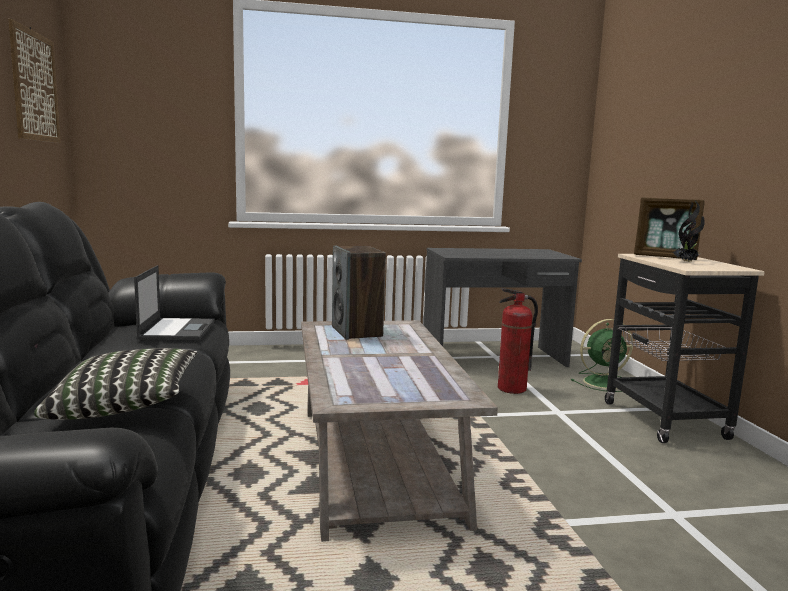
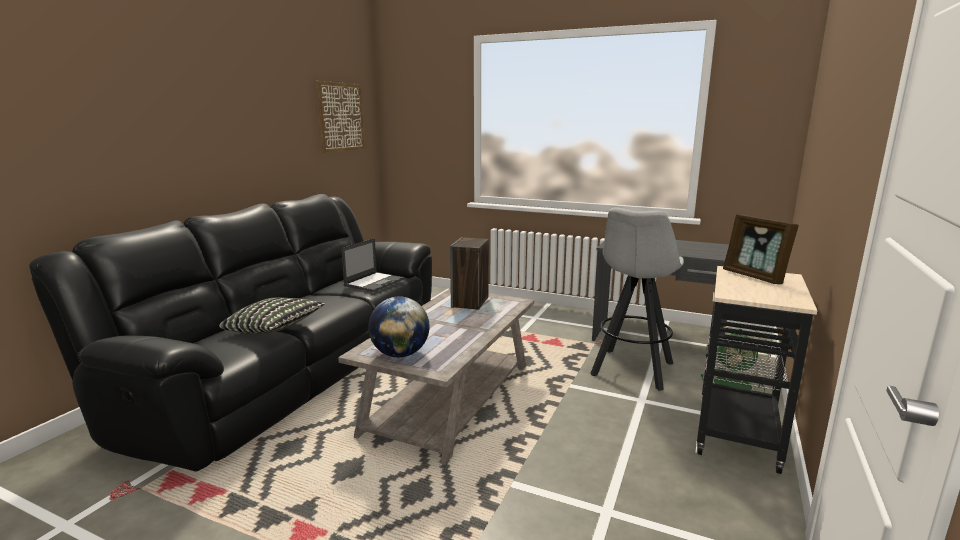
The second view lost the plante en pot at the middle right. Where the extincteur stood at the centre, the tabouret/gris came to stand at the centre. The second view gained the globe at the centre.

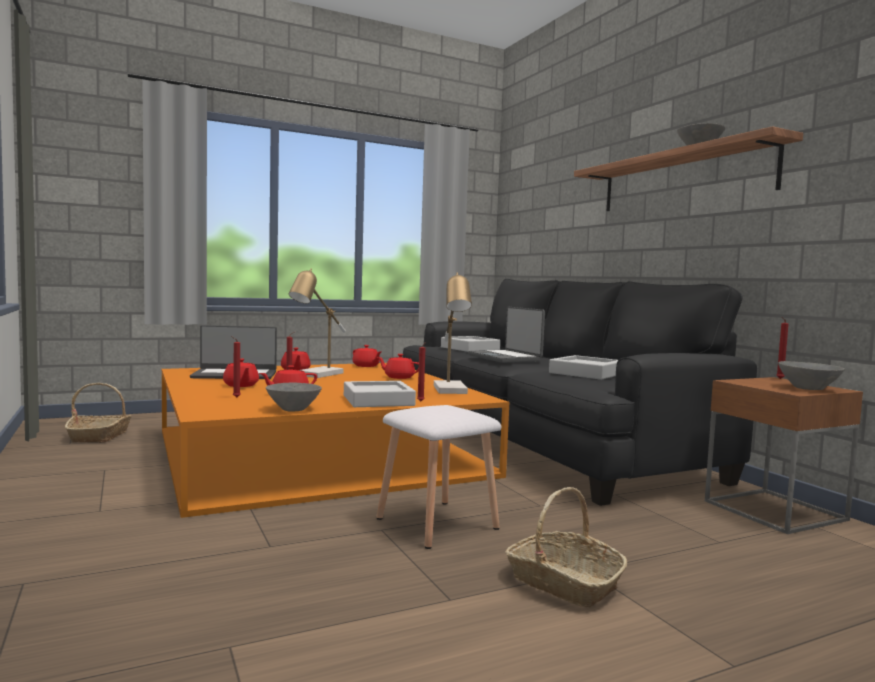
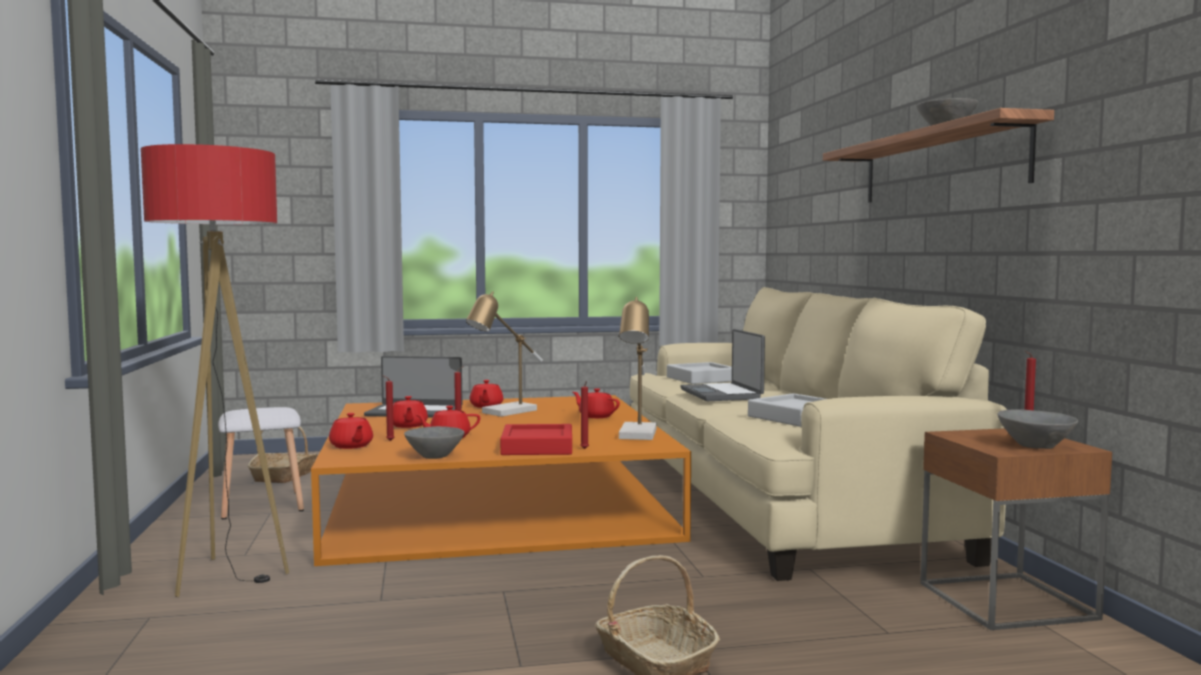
What was the canapé/noir at the centre turned into the canapé/beige at the middle right. The théière/rouge (no. 4 from left in the first image) ended up elsewhere, having gone from the centre to the middle left. What was the plateau/gris (no. 1 from left) at the centre turned into the plateau/rouge at the centre. The tabouret/blanc ended up elsewhere, having gone from the bottom centre to the bottom left. The second view gained the lampadaire at the middle left.

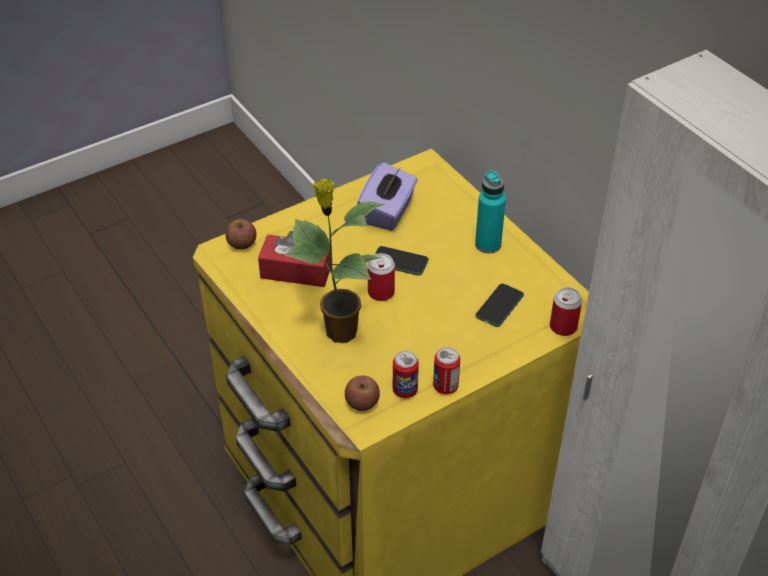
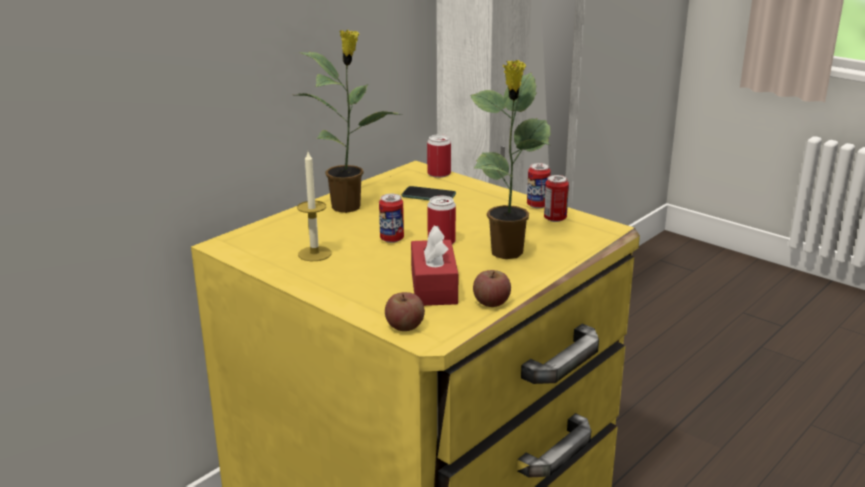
Where the boîte à mouchoirs/violet stood at the centre, the bougie came to stand at the centre. Where the bouteille/turquoise stood at the centre, the plante en pot (no. 1 from left) came to stand at the top centre. Where the téléphone (no. 1 from left) stood at the centre, the boîte métallique (no. 1 from left) came to stand at the centre. The pomme (no. 2 from left) ended up elsewhere, having gone from the bottom centre to the centre.

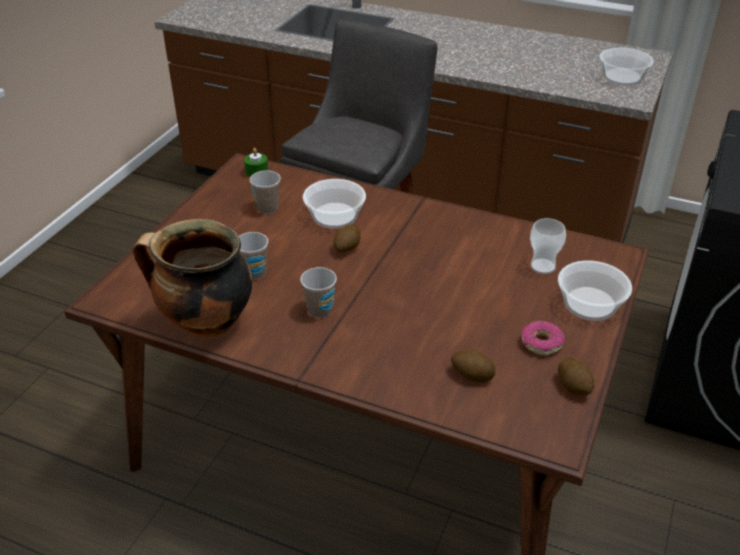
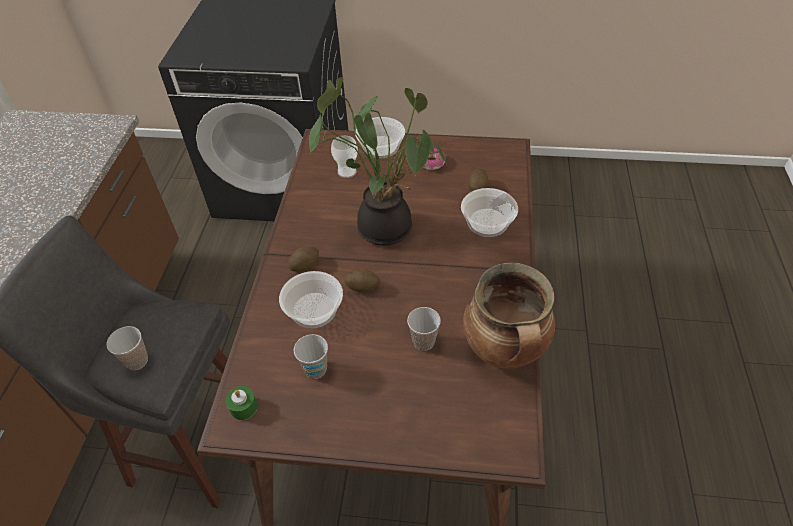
The bol (no. 3 from left) ended up elsewhere, having gone from the top right to the centre. The tasse (no. 3 from left in the first image) ended up elsewhere, having gone from the centre to the middle left. The pomme de terre (no. 3 from left in the first image) ended up elsewhere, having gone from the bottom right to the centre. The second view gained the plante en pot at the top centre.

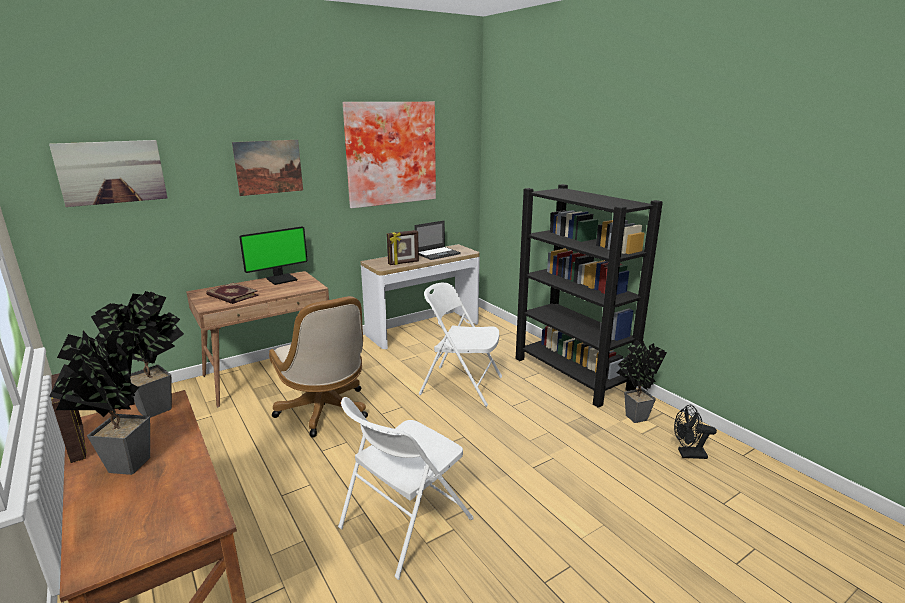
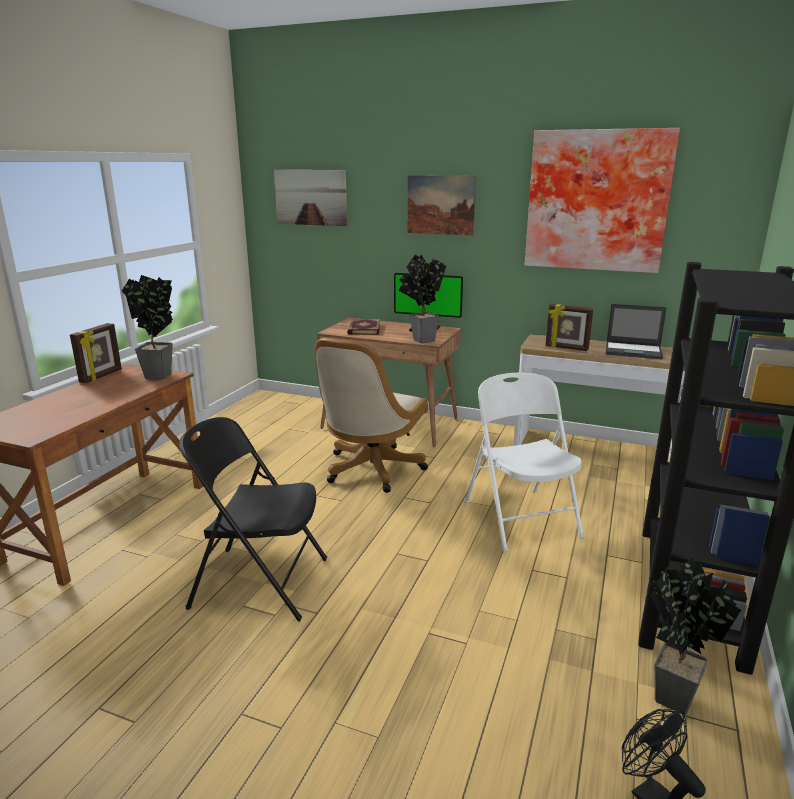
The plante en pot (no. 1 from left in the first image) ended up elsewhere, having gone from the middle left to the centre. What was the chaise/blanc (no. 1 from left) at the bottom centre turned into the chaise/noir at the middle left.

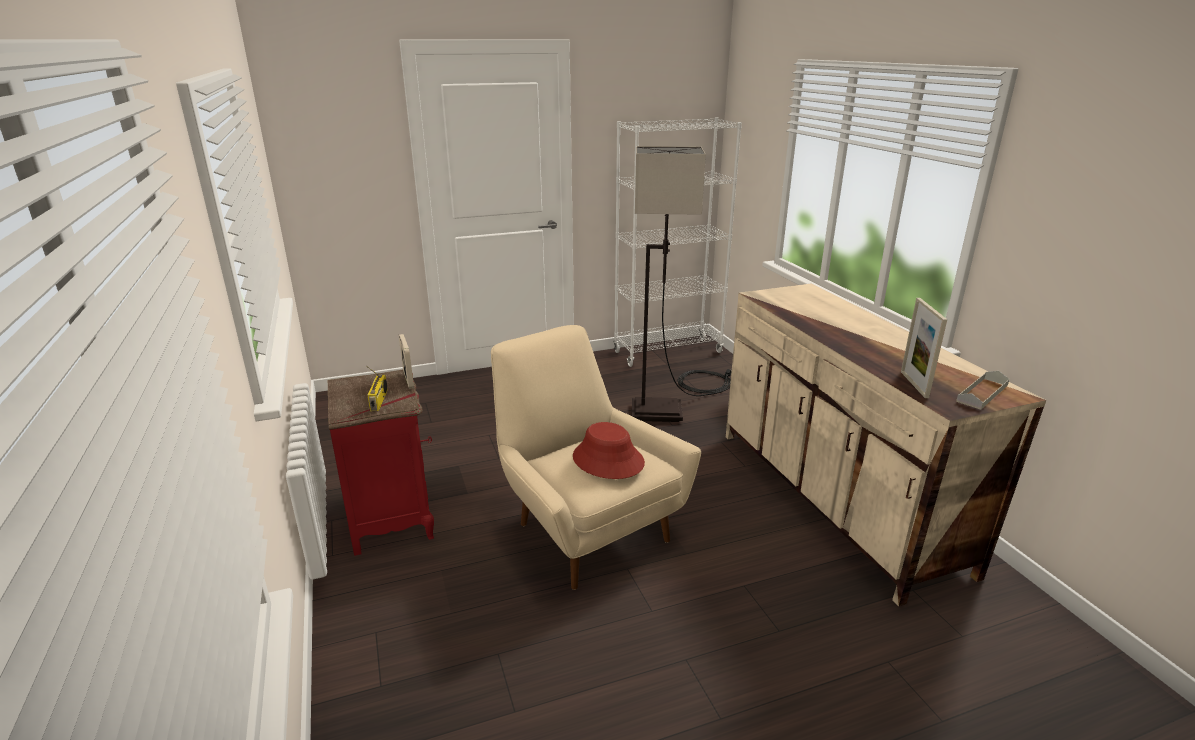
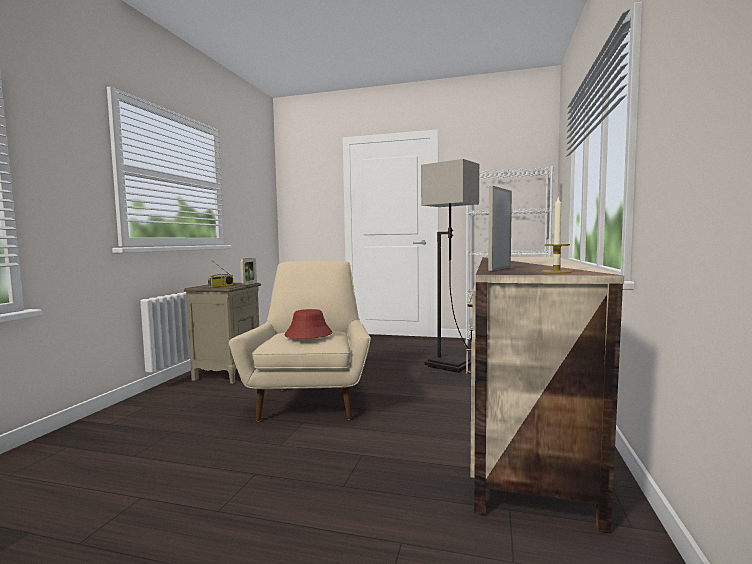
What was the table de chevet/rouge at the middle left turned into the table de chevet/beige at the middle left. Where the plateau/gris stood at the middle right, the bougie came to stand at the middle right.

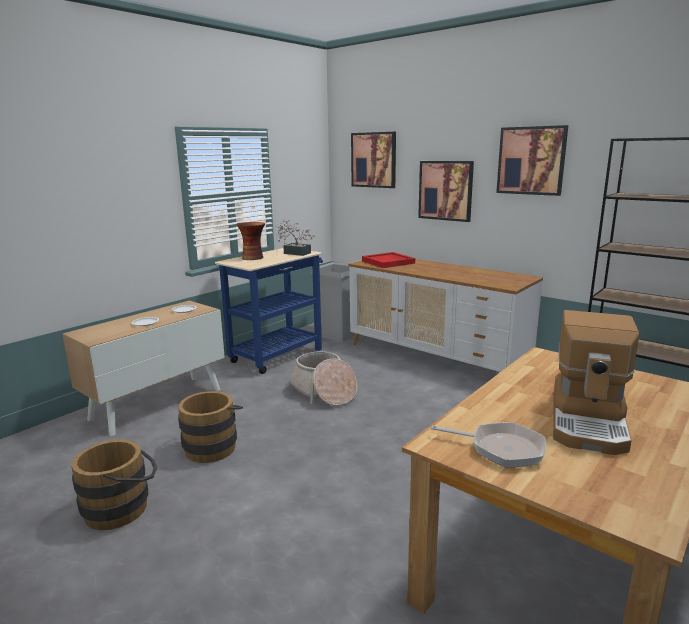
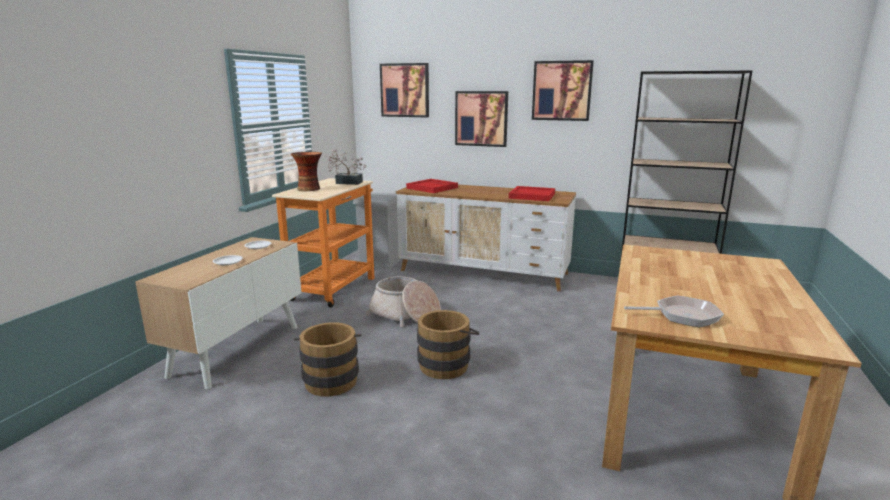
What was the chariot/bleu at the centre turned into the chariot/orange at the centre. The second view lost the machine à café at the middle right. The seau/marron (no. 1 from left in the first image) ended up elsewhere, having gone from the bottom left to the bottom centre. The second view gained the plateau/rouge (no. 2 from left) at the centre.

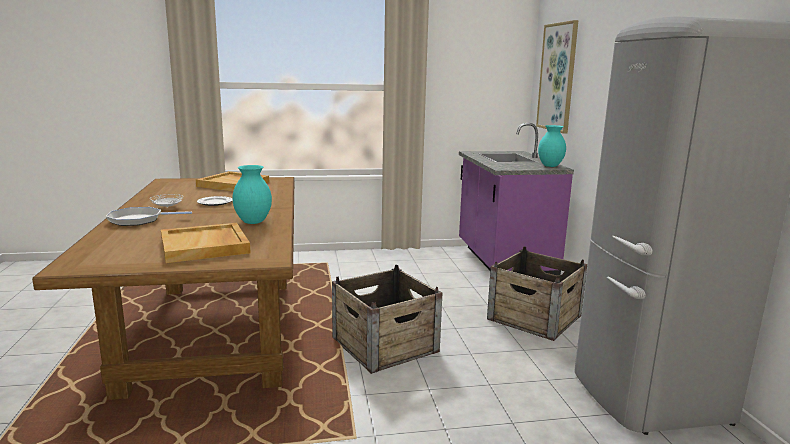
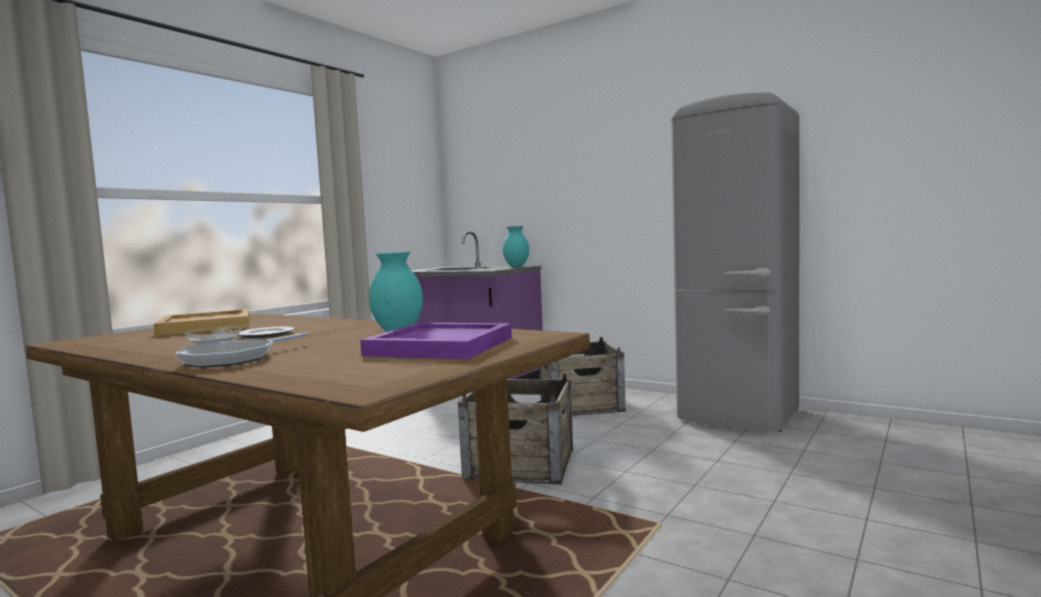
The second view lost the tableau at the top right. What was the plateau/beige (no. 1 from left) at the middle left turned into the plateau/violet at the centre.

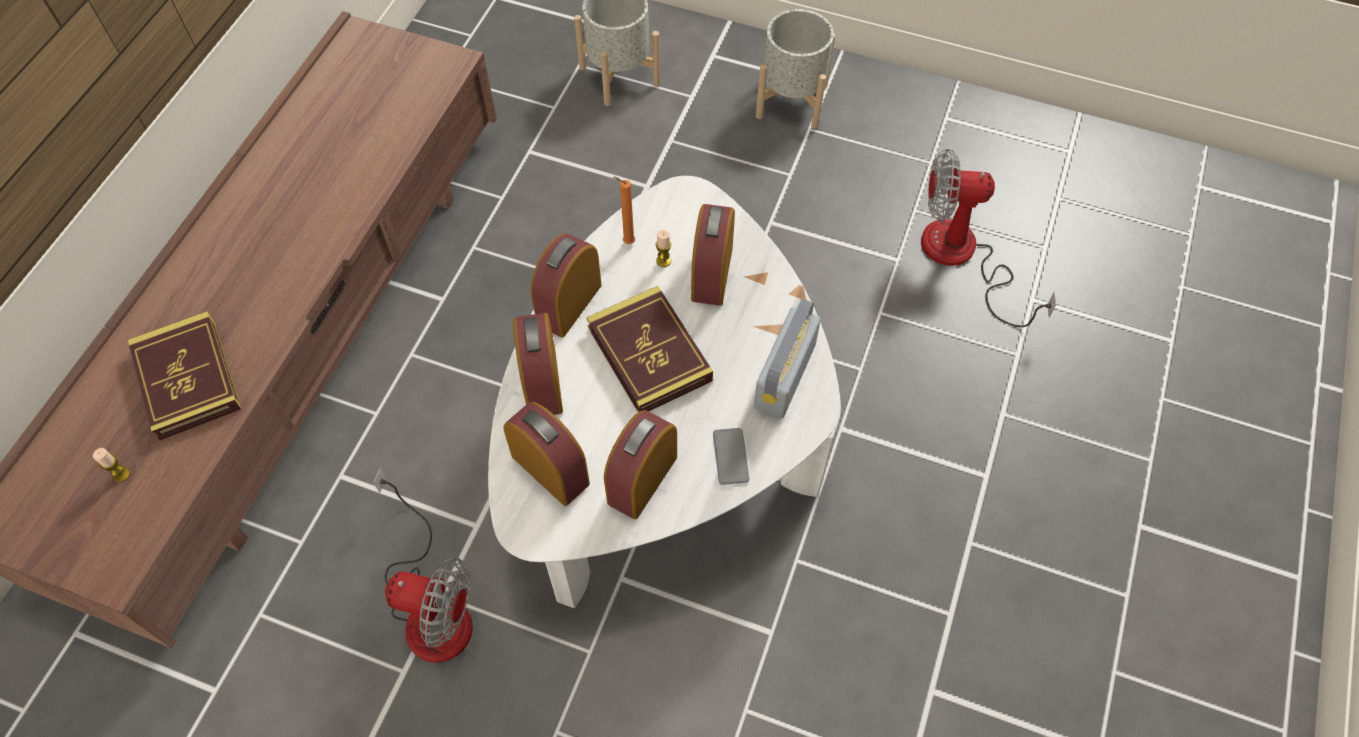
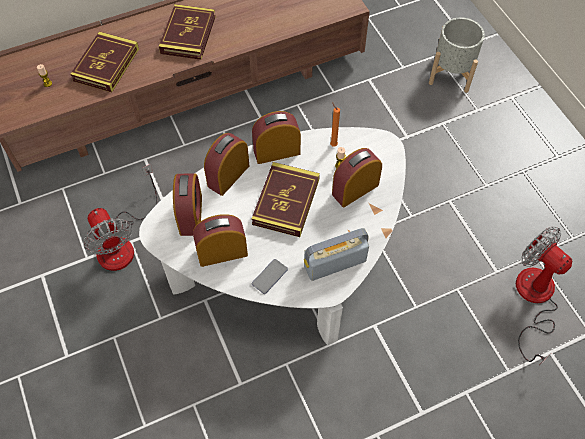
The second view lost the cache-pot/gris (no. 2 from left) at the top centre. The second view gained the livre (no. 2 from left) at the top left.

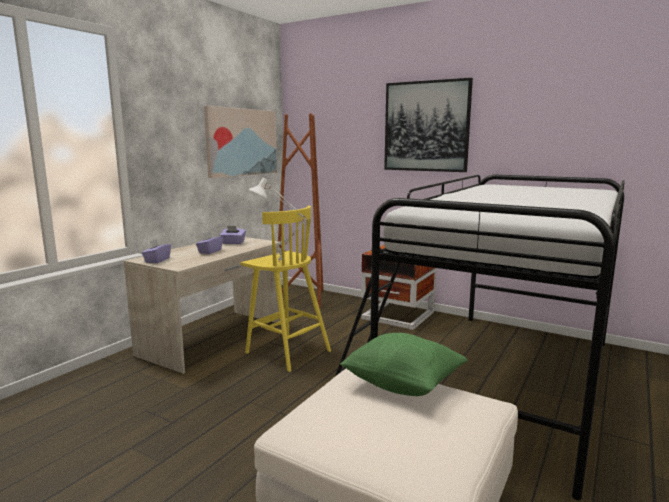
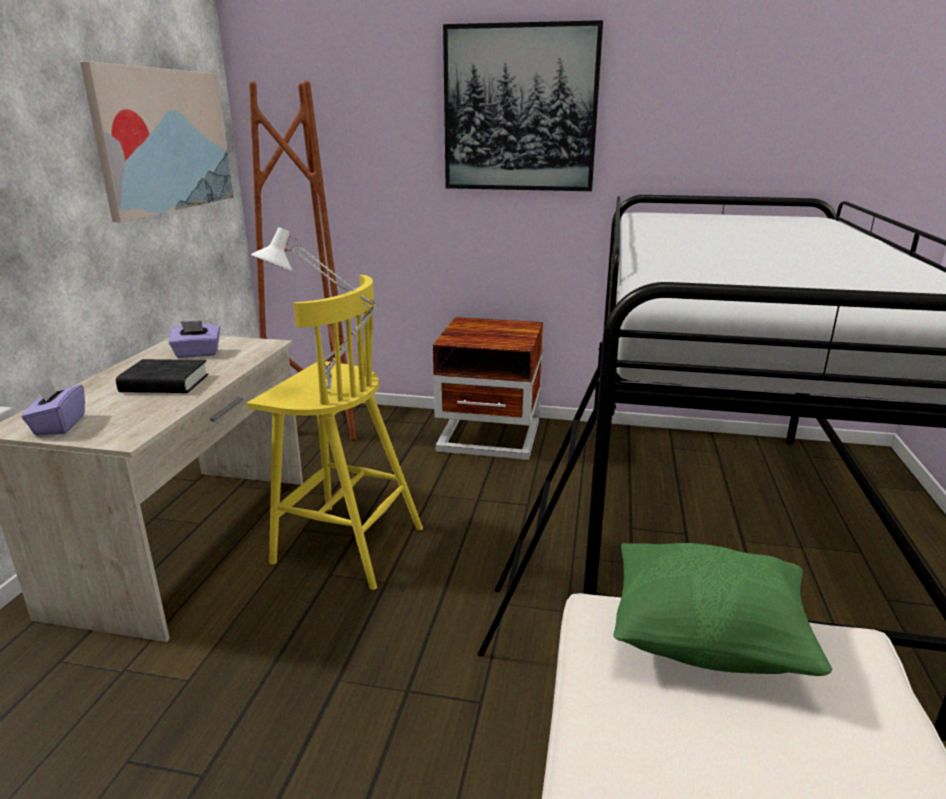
Where the boîte à mouchoirs/violet (no. 2 from left) stood at the middle left, the livre/noir came to stand at the middle left.

